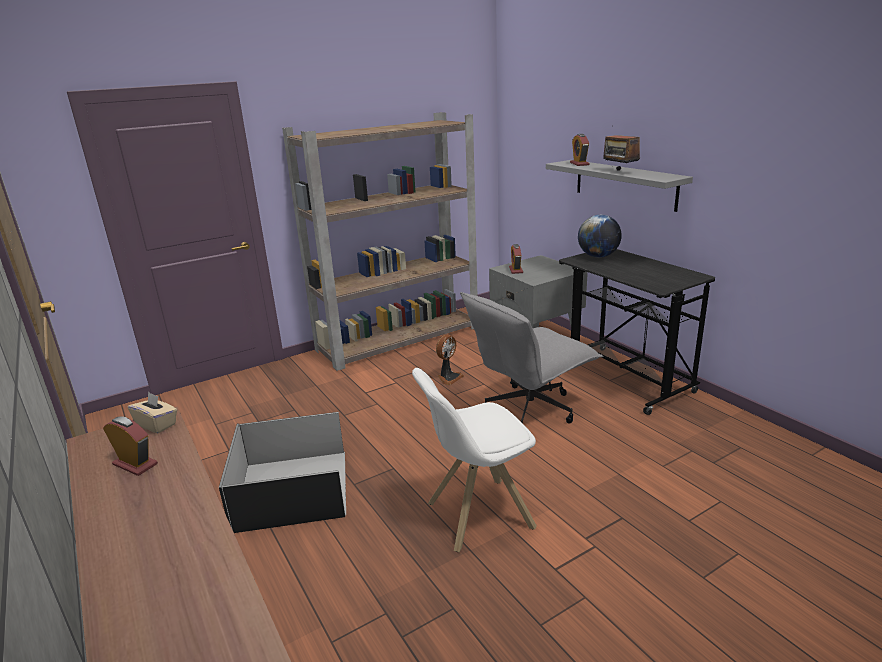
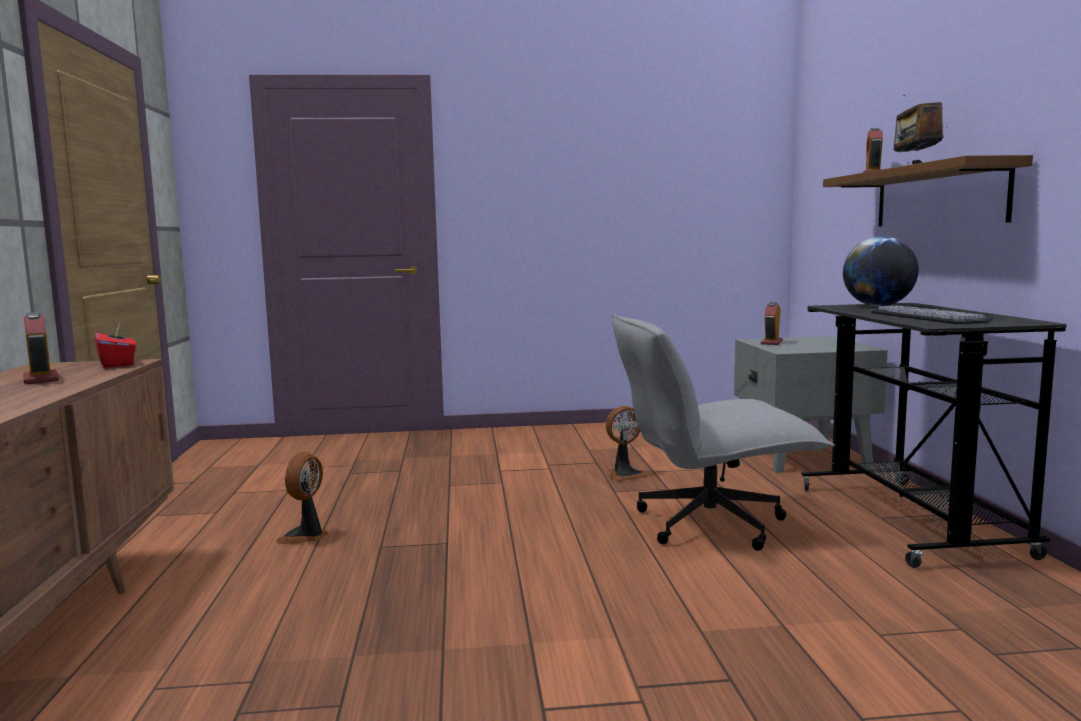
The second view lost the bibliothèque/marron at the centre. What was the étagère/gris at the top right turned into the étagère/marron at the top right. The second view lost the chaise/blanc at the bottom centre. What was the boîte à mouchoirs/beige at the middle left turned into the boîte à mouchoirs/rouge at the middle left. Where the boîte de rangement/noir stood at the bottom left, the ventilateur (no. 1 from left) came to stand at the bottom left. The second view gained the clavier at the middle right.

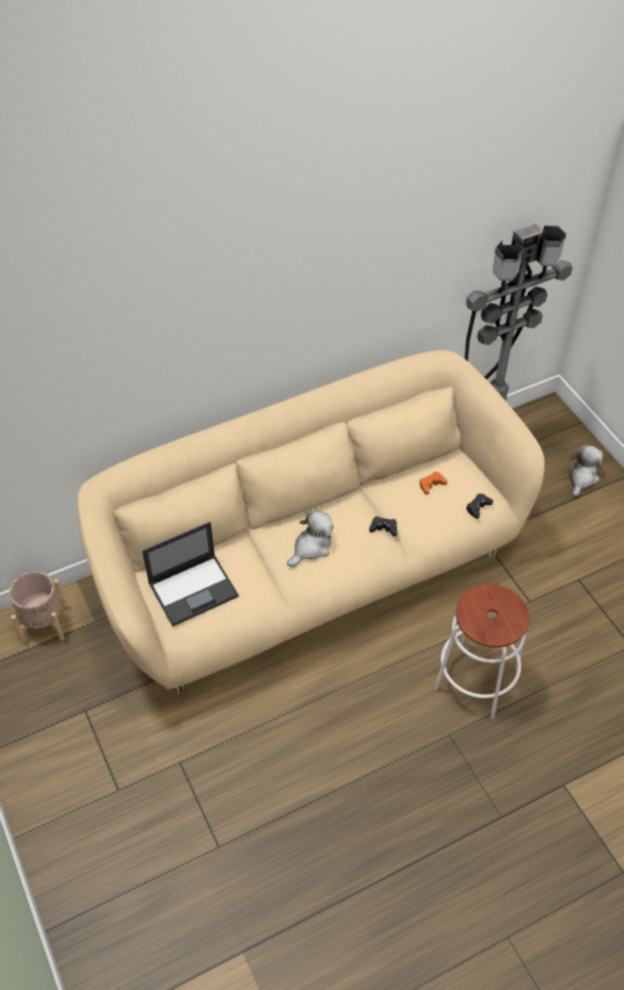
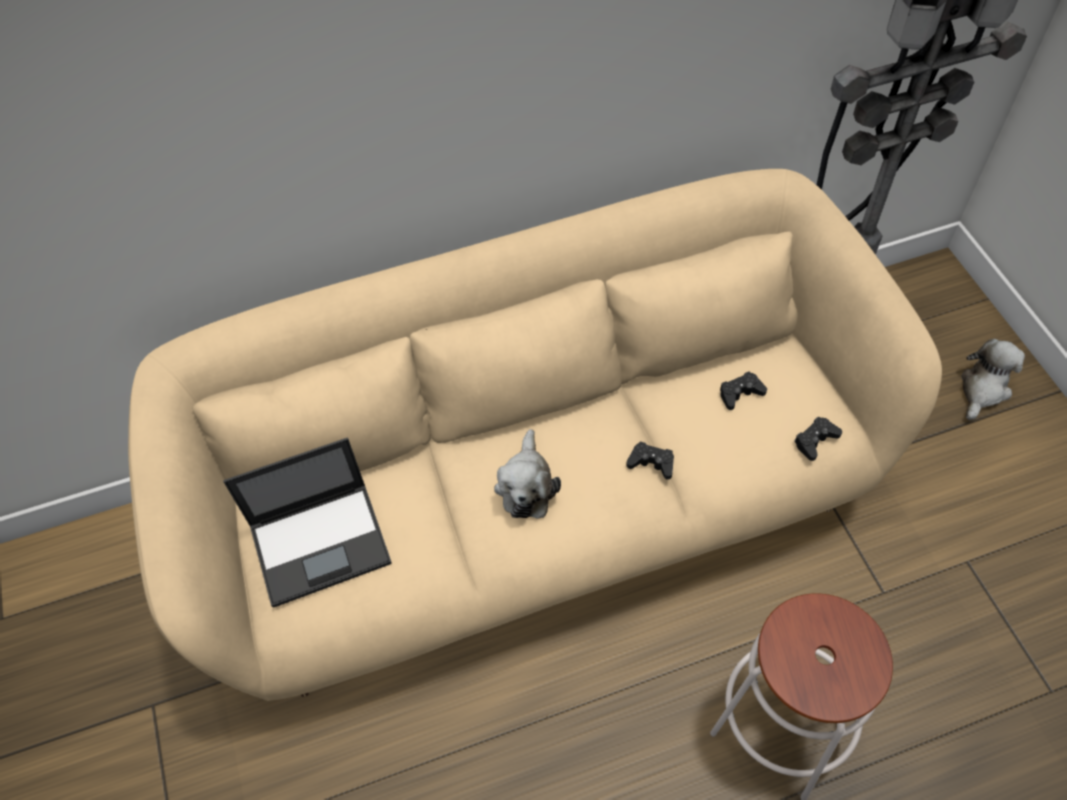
What was the manette/orange at the middle right turned into the manette/noir (no. 2 from left) at the middle right. The peluche (no. 1 from left) at the centre ended up facing another way, 135 degrees clockwise from before. The second view lost the cache-pot/beige at the middle left.

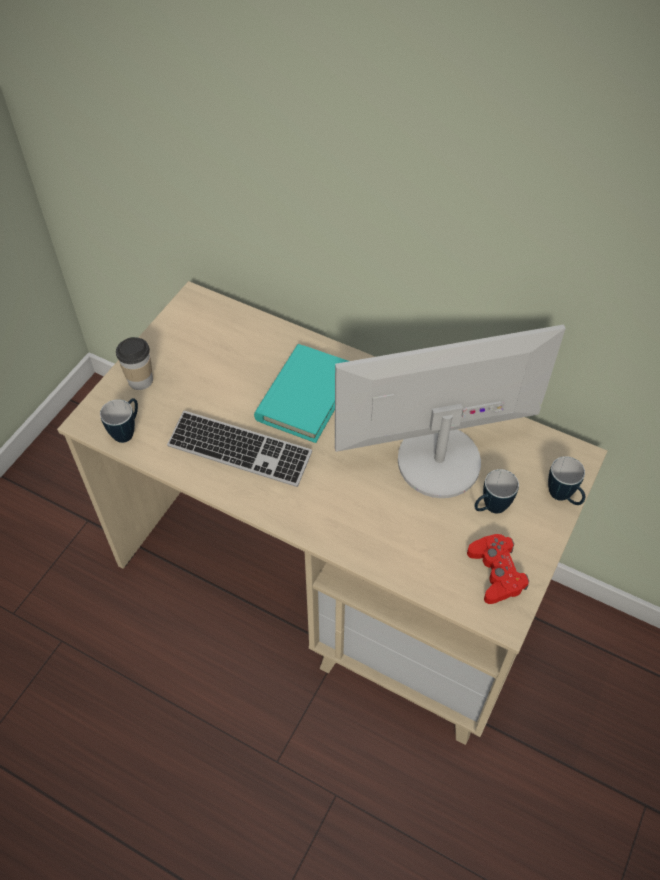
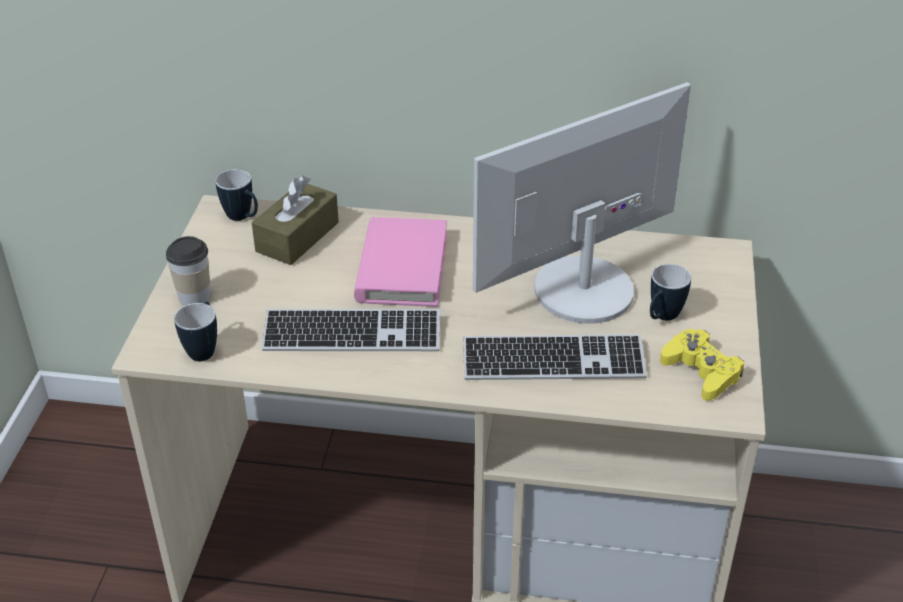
What was the livre/turquoise at the centre turned into the livre/rose at the centre. The mug (no. 3 from left in the first image) ended up elsewhere, having gone from the middle right to the top left. What was the manette/rouge at the middle right turned into the manette/jaune at the middle right. The second view gained the boîte à mouchoirs/marron at the middle left. The second view gained the clavier (no. 2 from left) at the centre.

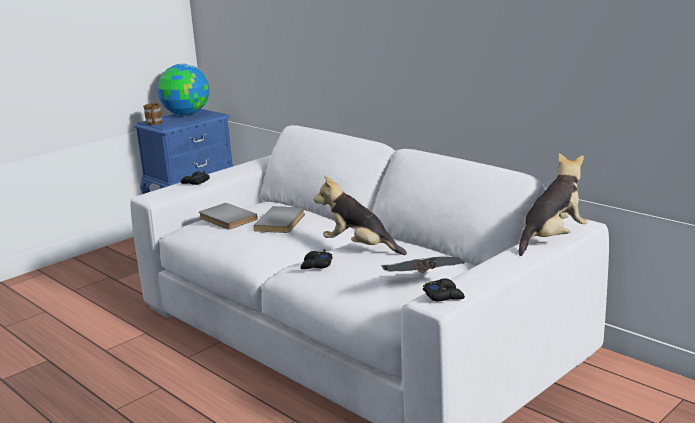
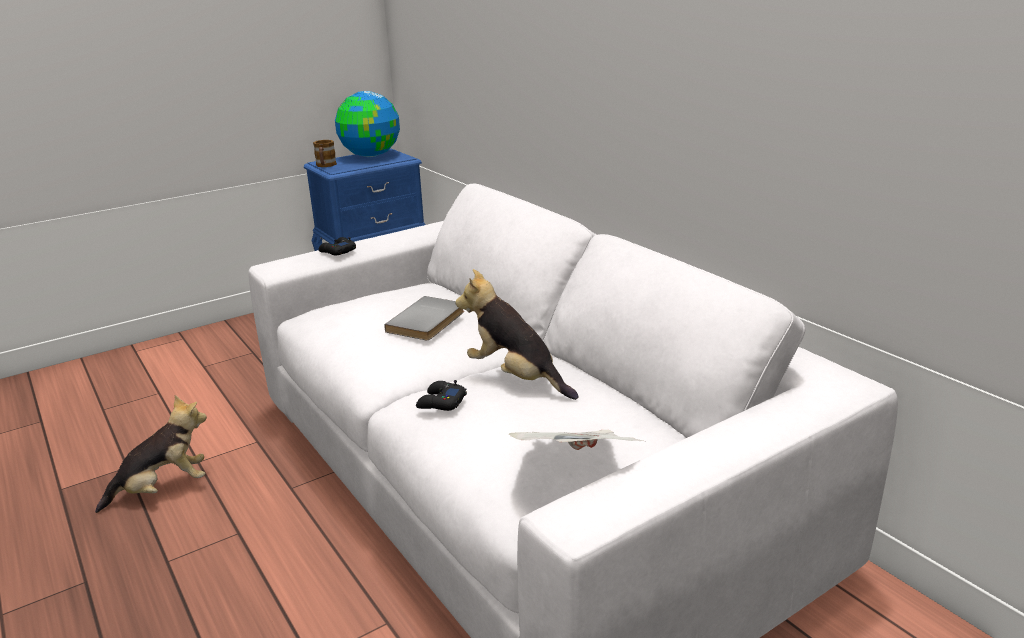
The peluche (no. 2 from left in the first image) ended up elsewhere, having gone from the middle right to the bottom left. The second view lost the livre/gris (no. 1 from left) at the middle left. The second view lost the manette/noir (no. 3 from left) at the bottom centre.

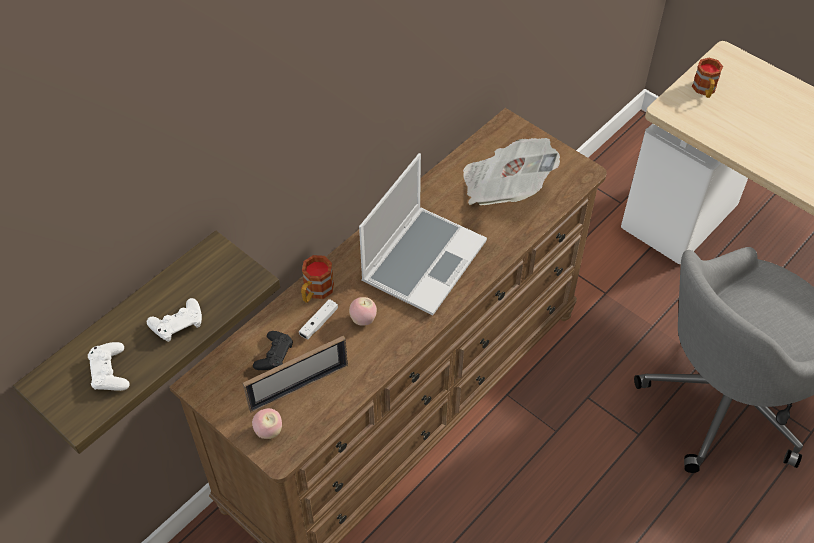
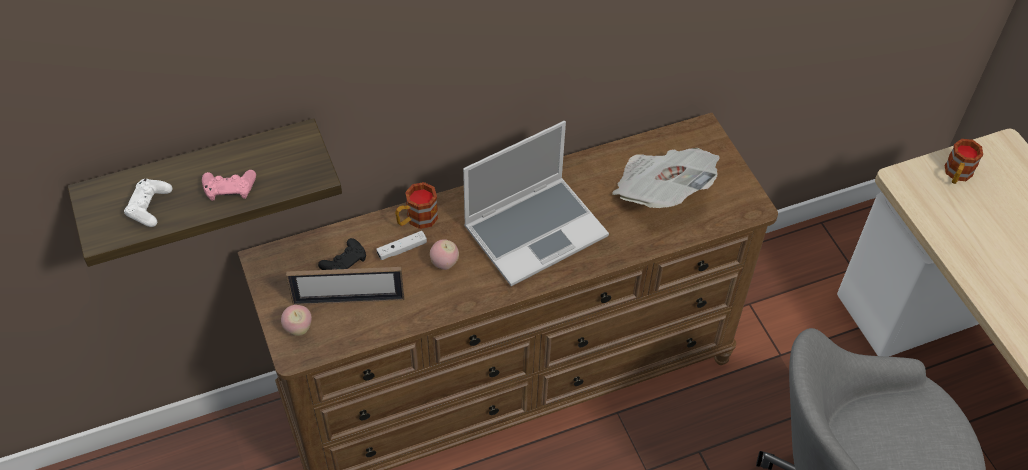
What was the manette/blanc (no. 2 from left) at the middle left turned into the manette/rose at the middle left.

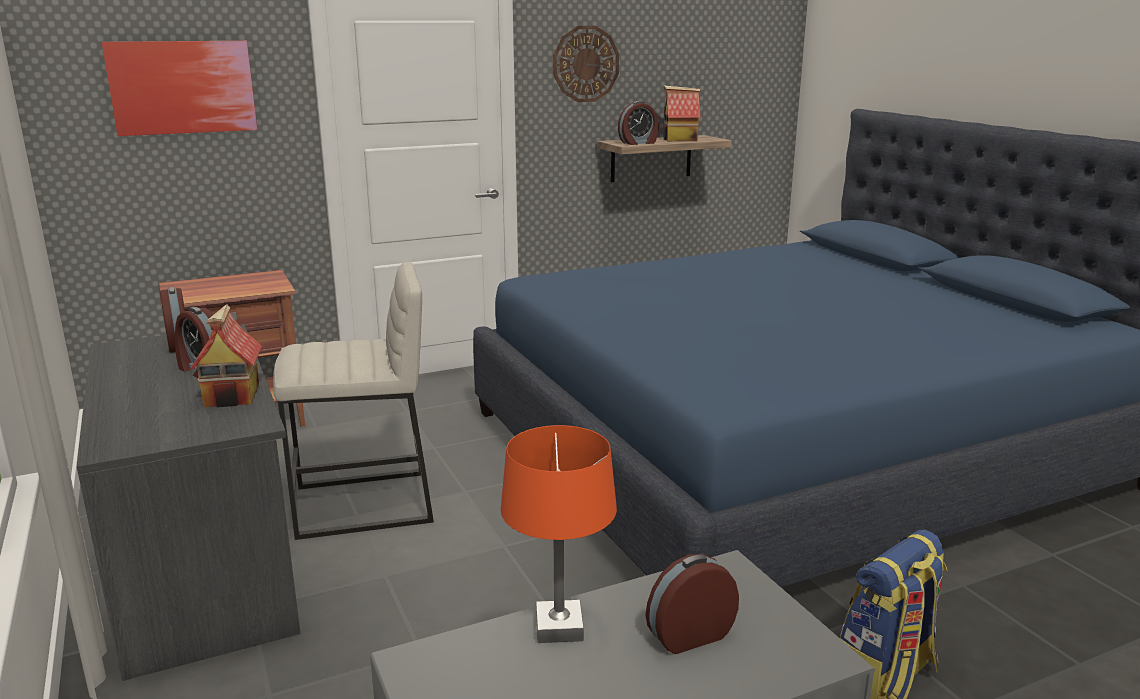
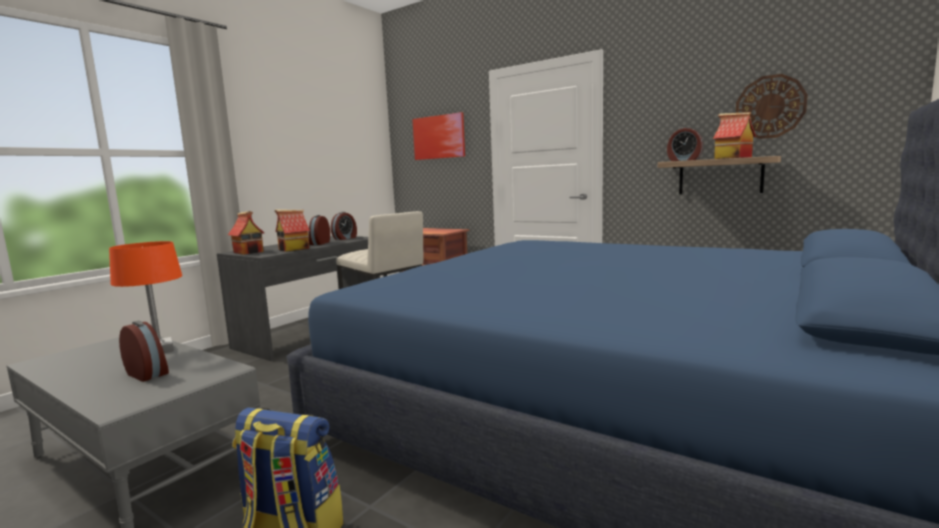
The horloge murale ended up elsewhere, having gone from the top centre to the top right. The second view gained the maison miniature (no. 1 from left) at the middle left.

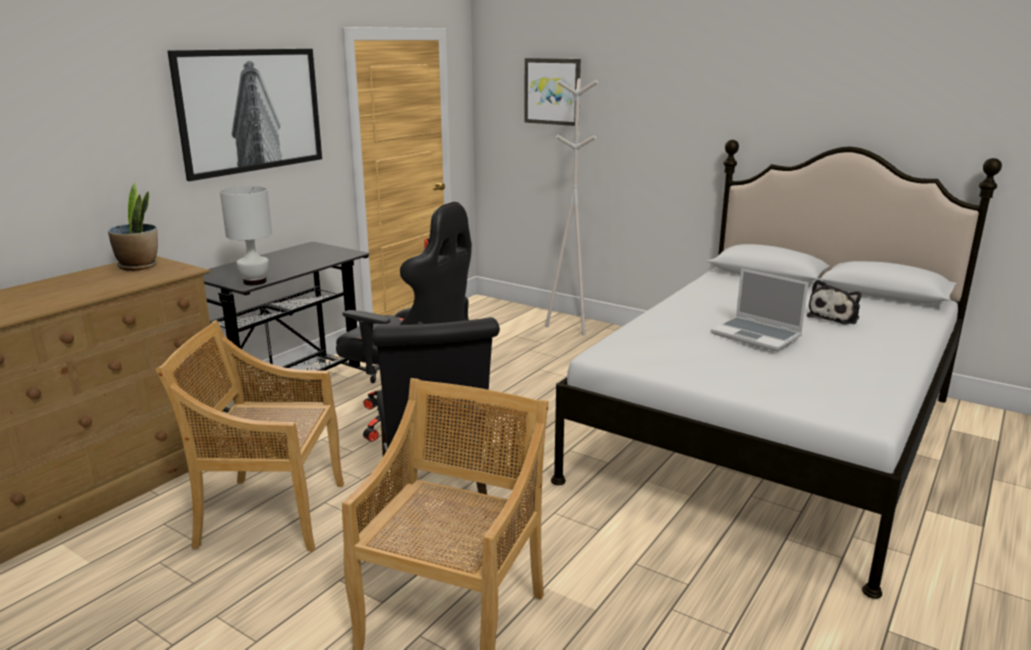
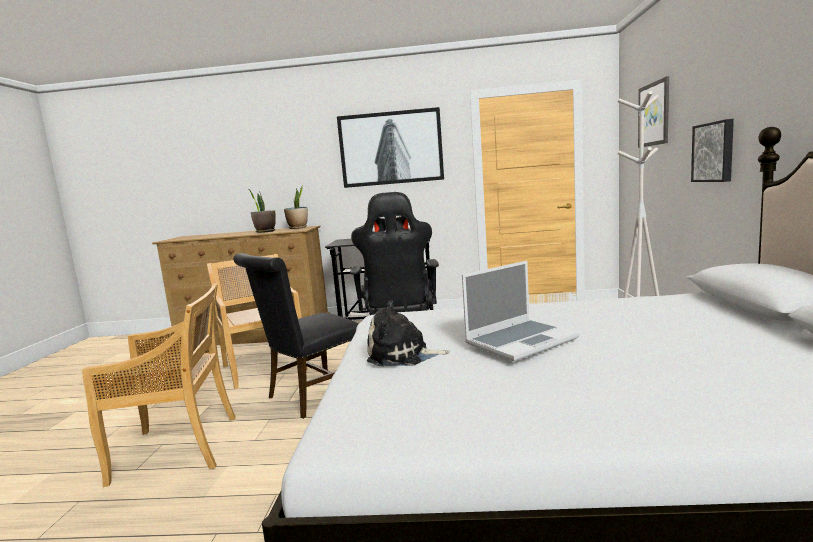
The second view lost the lampe de table/blanc at the middle left. The ordinateur portable at the middle right ended up facing another way, 135 degrees counterclockwise from before. The peluche ended up elsewhere, having gone from the middle right to the centre. The second view gained the tableau (no. 3 from left) at the top right. The second view gained the plante en pot (no. 1 from left) at the middle left.

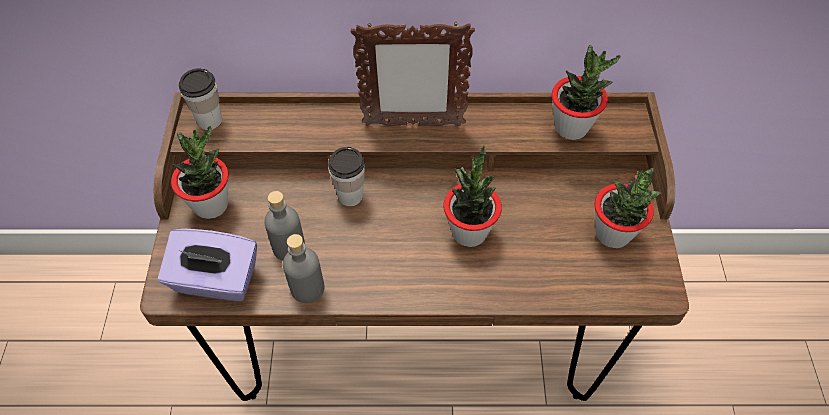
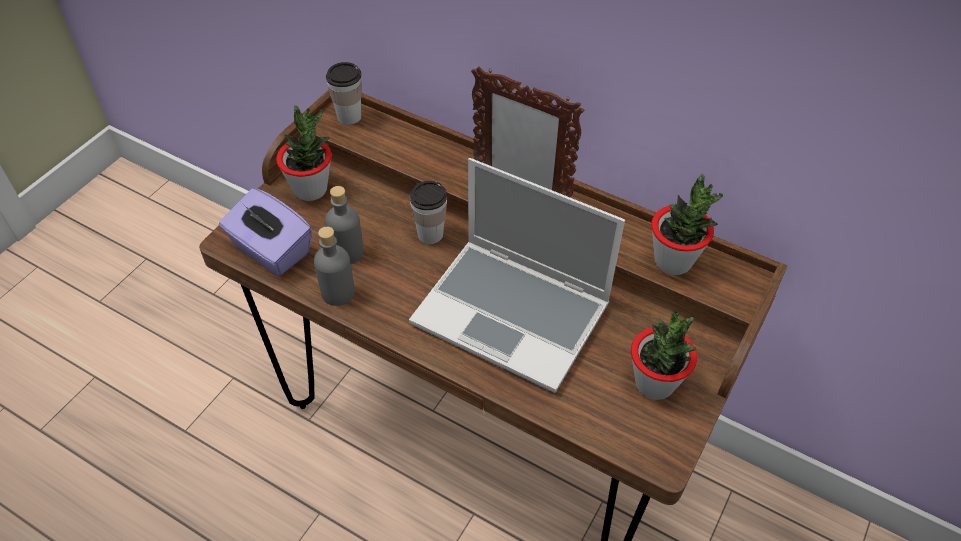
Where the plante en pot (no. 2 from left) stood at the centre, the ordinateur portable came to stand at the centre.

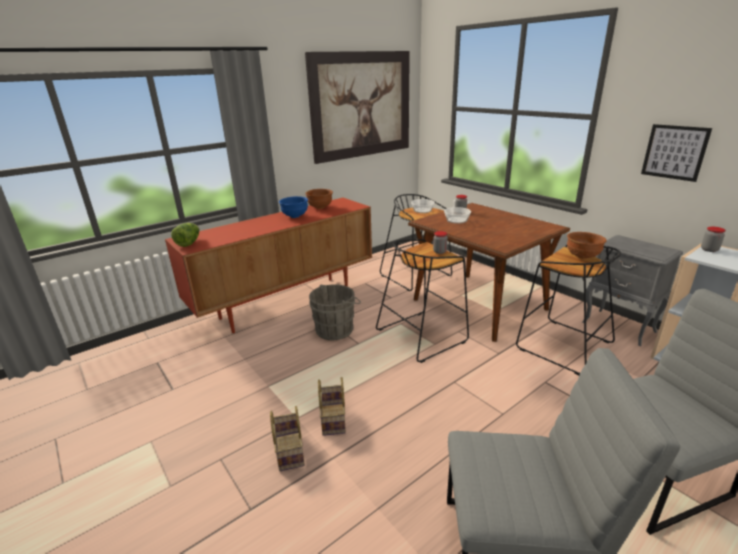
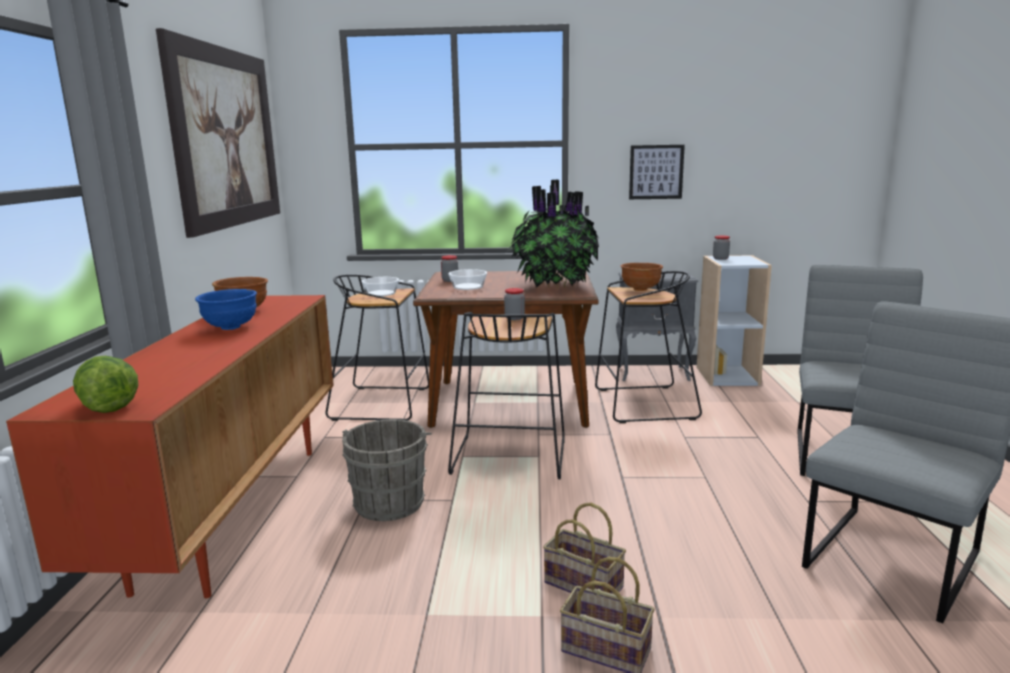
The second view gained the plante en pot at the centre.

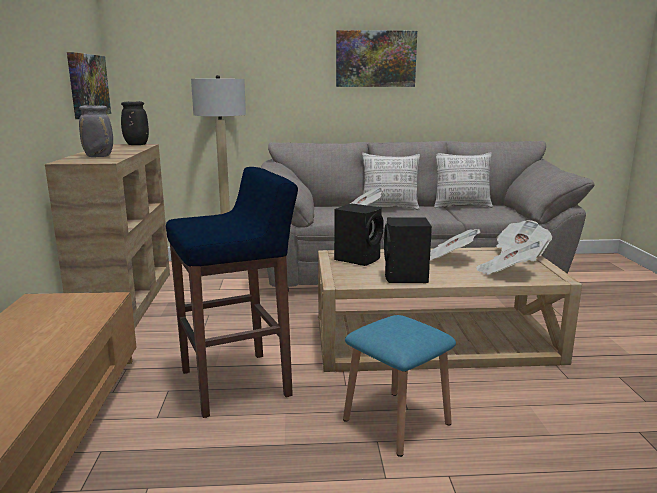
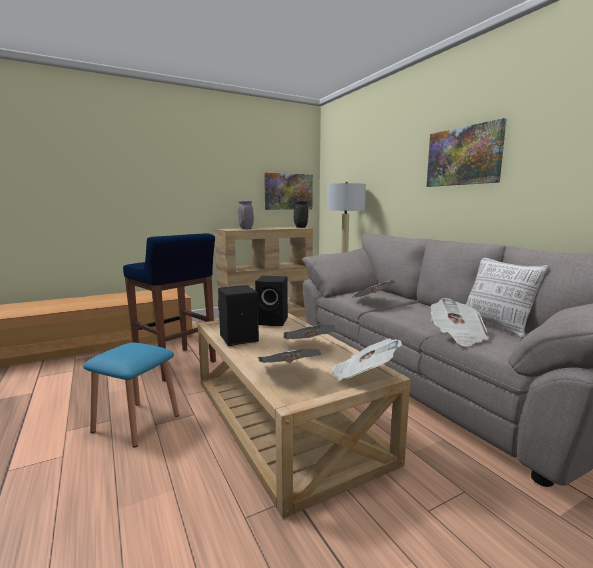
The second view lost the coussin (no. 1 from left) at the centre. The second view gained the journal (no. 5 from left) at the middle right.

